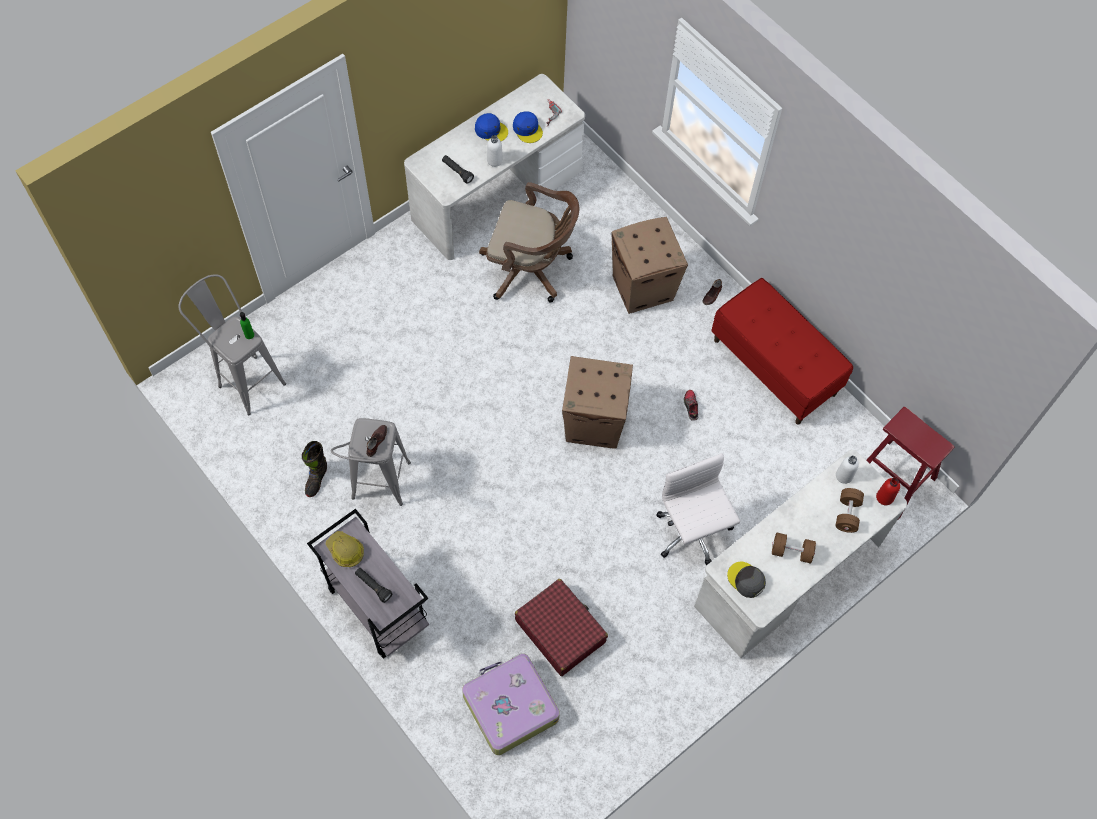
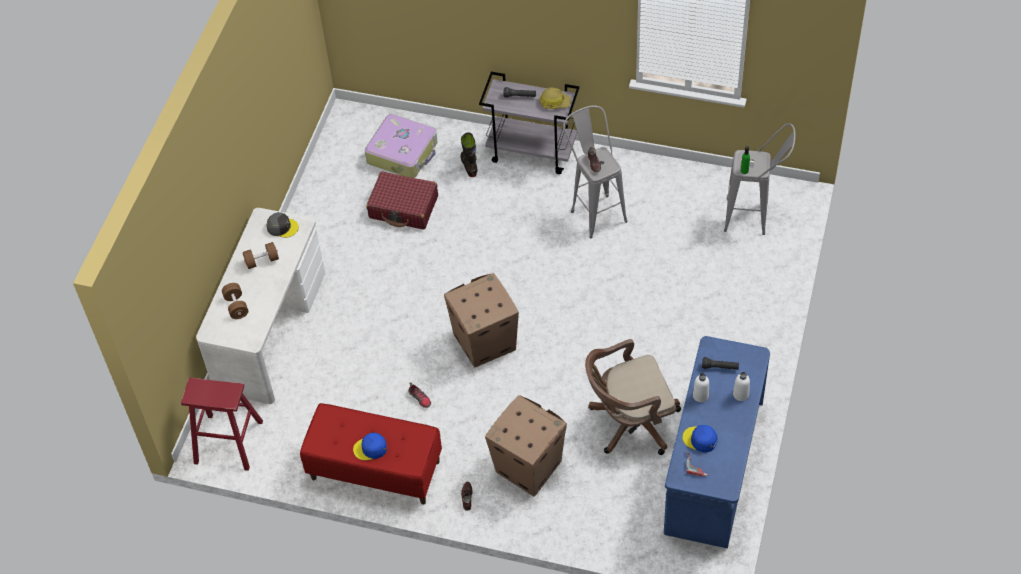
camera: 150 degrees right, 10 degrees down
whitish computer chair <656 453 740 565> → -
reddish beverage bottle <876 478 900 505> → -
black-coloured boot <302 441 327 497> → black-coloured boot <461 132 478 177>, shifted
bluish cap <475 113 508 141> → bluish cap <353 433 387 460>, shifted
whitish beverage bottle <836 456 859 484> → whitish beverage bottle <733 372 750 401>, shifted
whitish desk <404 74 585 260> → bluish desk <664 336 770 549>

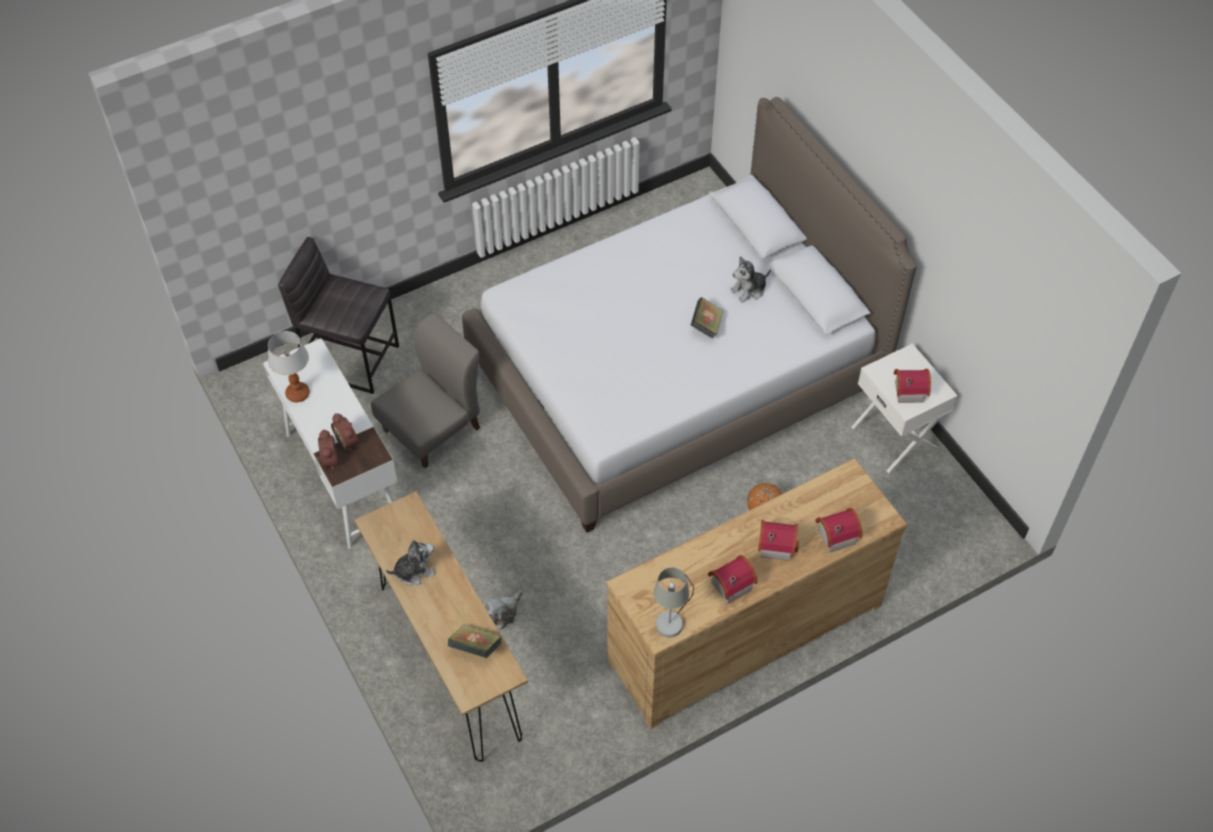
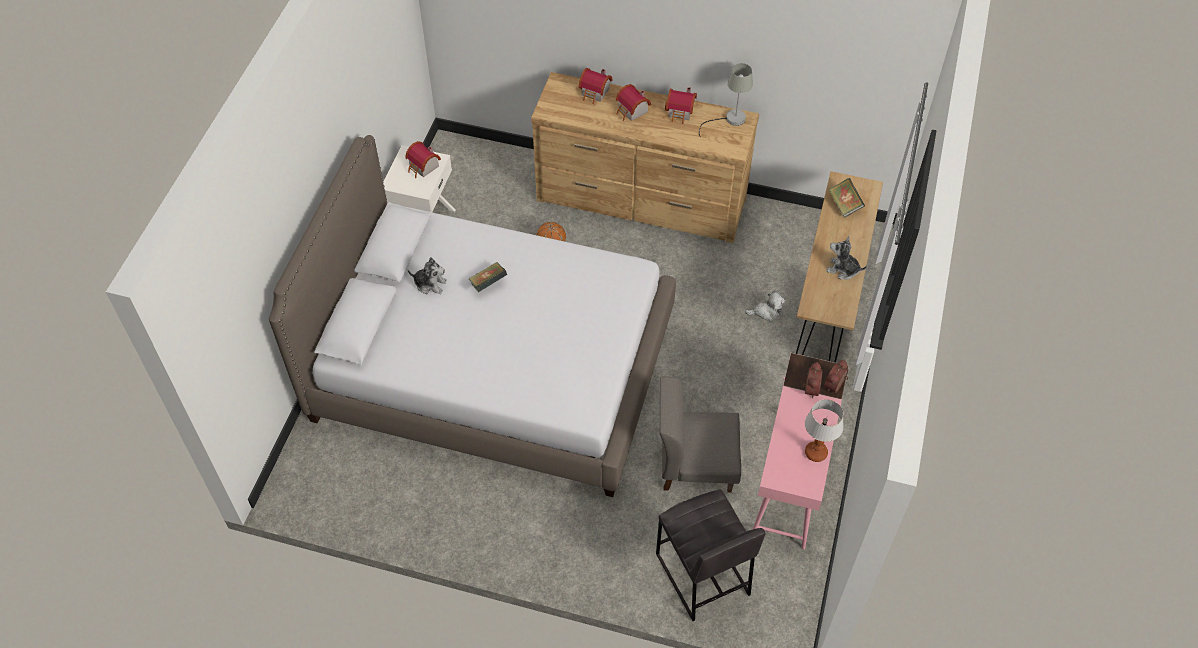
camera: 135 degrees left, 0 degrees up
whitish desk <263 338 398 549> → pink-coloured desk <752 353 849 549>

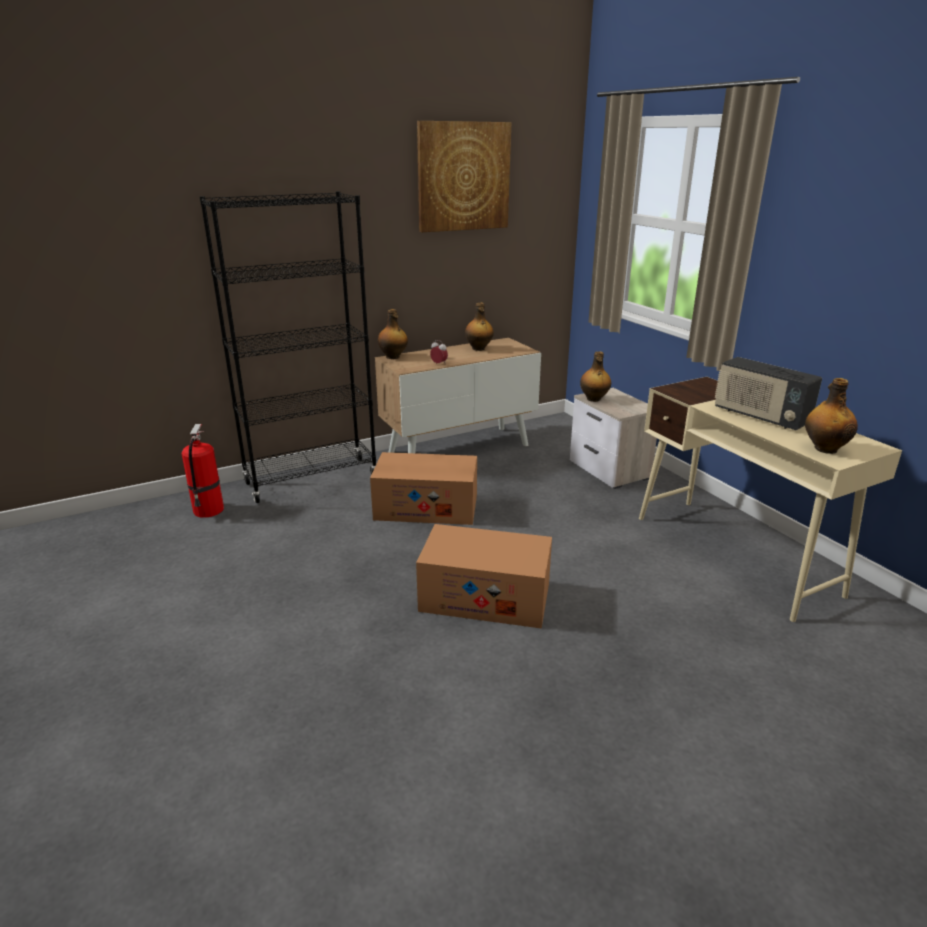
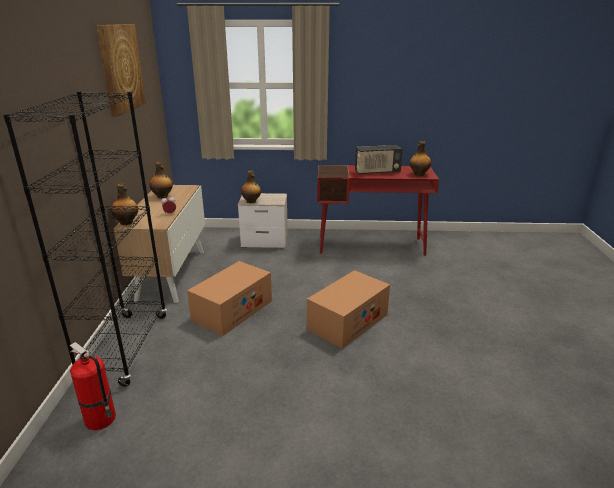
camera: 60 degrees left, 0 degrees up
sand-coloured desk <639 377 902 622> → reddish desk <317 165 439 256>

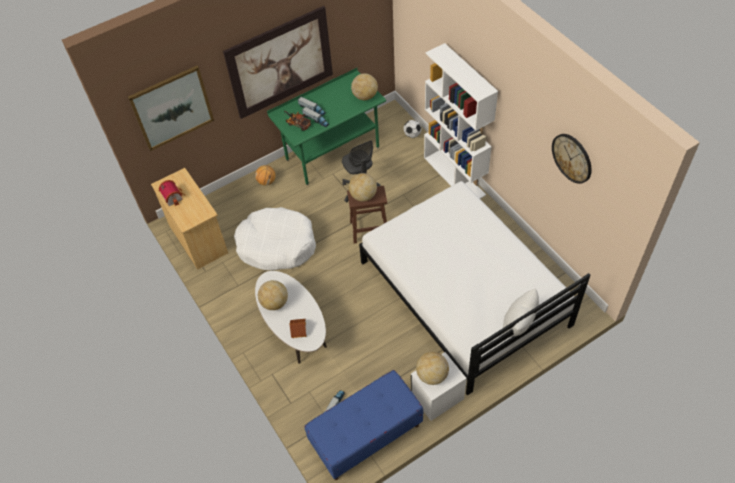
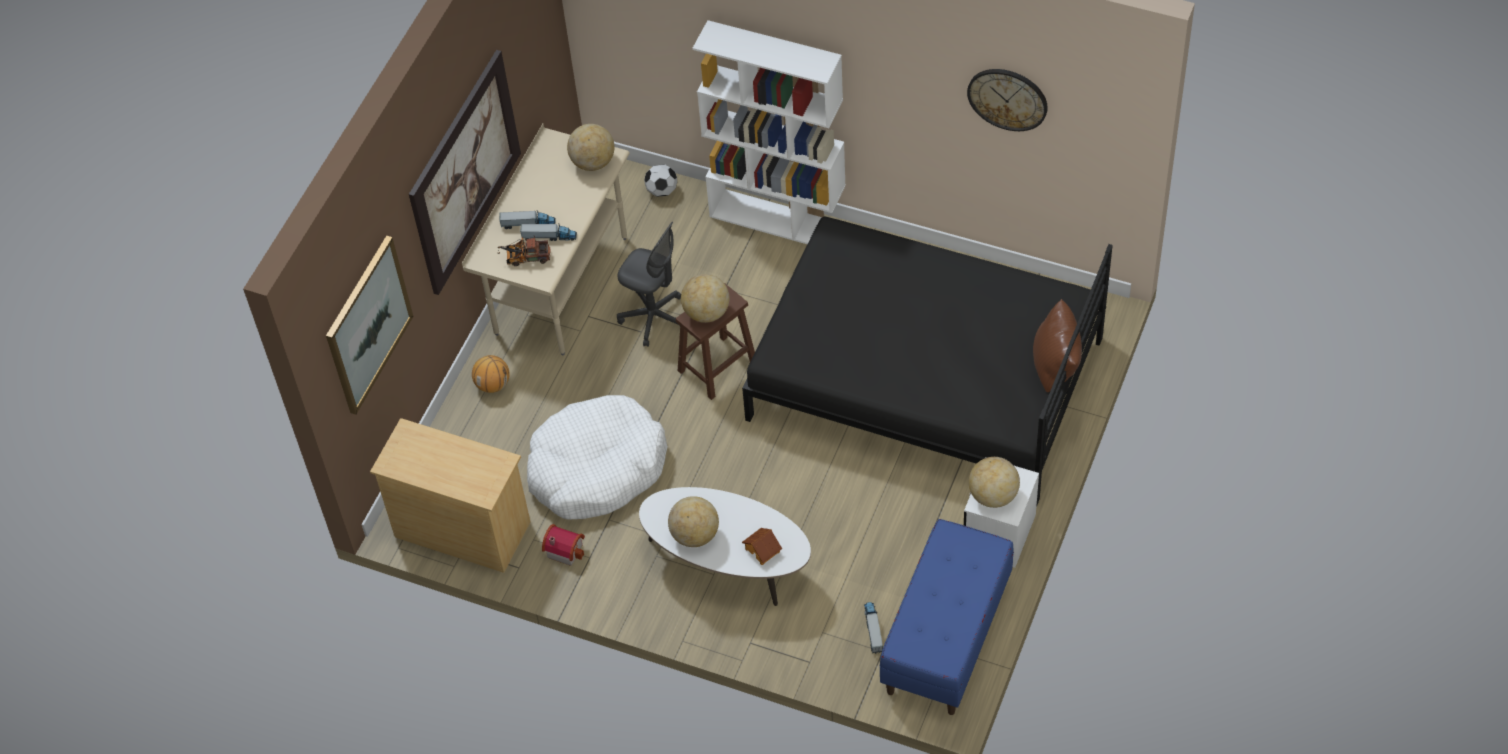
camera: 35 degrees left, 0 degrees up
miniature house <159 180 185 206> → miniature house <542 524 585 566>, shifted
greenish desk <267 68 386 185> → sand-coloured desk <462 124 630 355>
whitish sleeping bed <359 181 590 395> → black-coloured sleeping bed <742 217 1113 507>
whitish pillow <503 288 539 337> → brownish pillow <1033 299 1082 392>

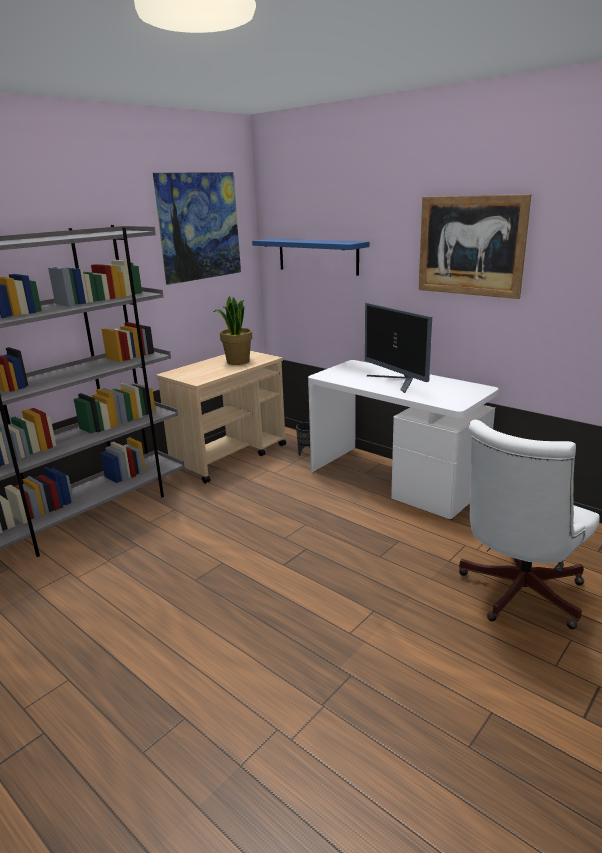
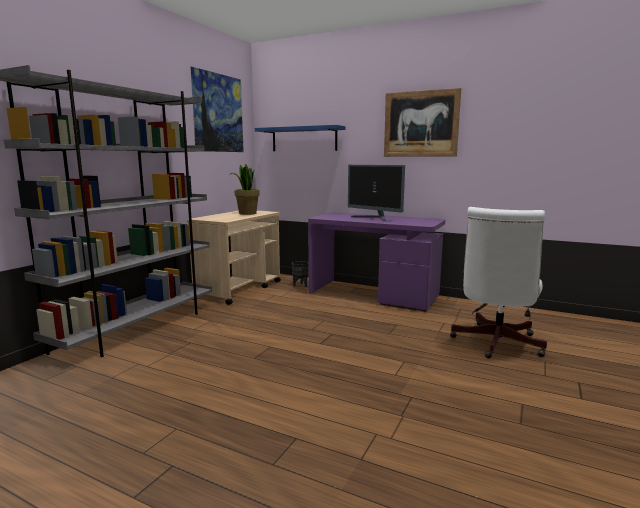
camera: 15 degrees left, 10 degrees down
whitish desk <308 360 499 520> → purple desk <308 213 445 312>

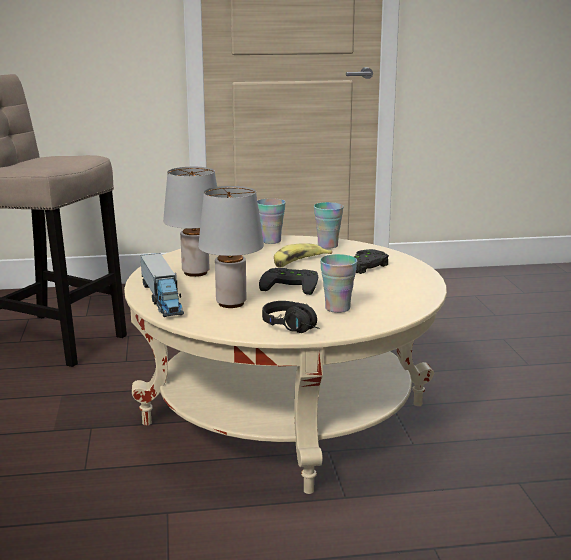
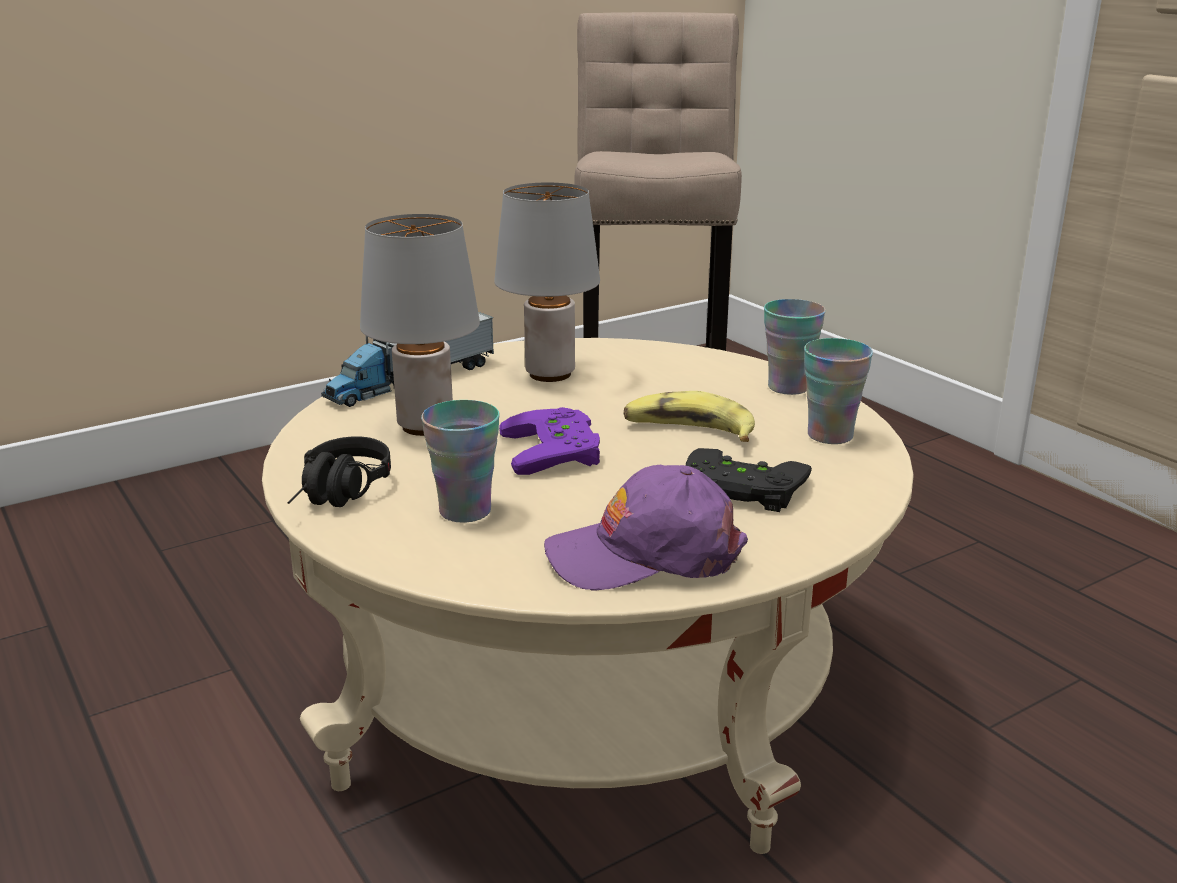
camera: 65 degrees right, 5 degrees up
- → purple cap <544 465 748 591>
black-coloured game controller <259 268 318 295> → purple game controller <499 407 600 475>

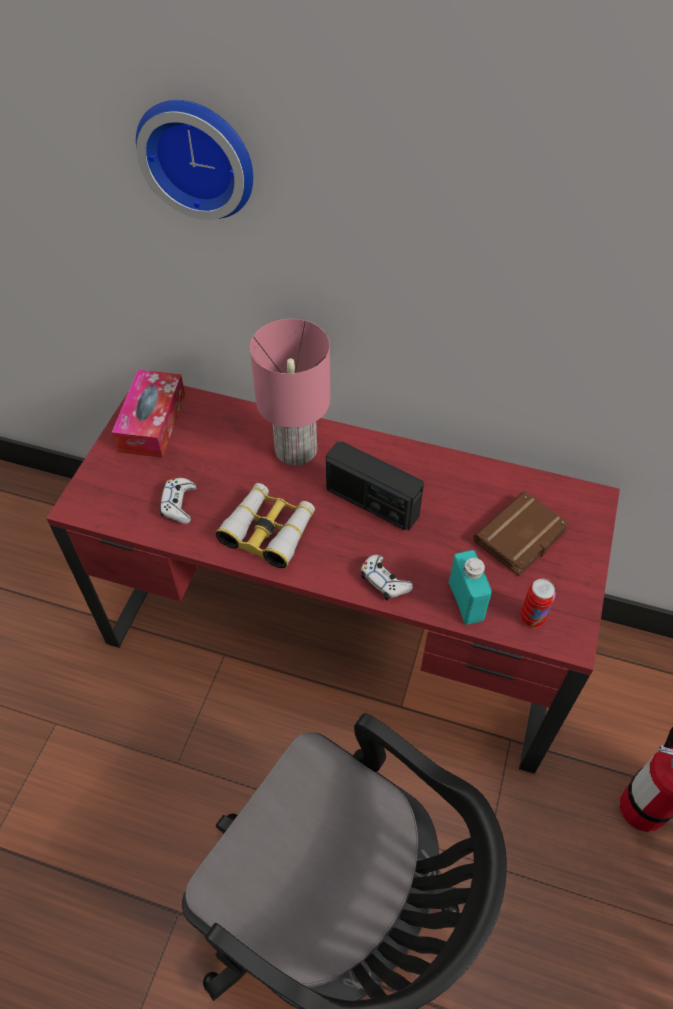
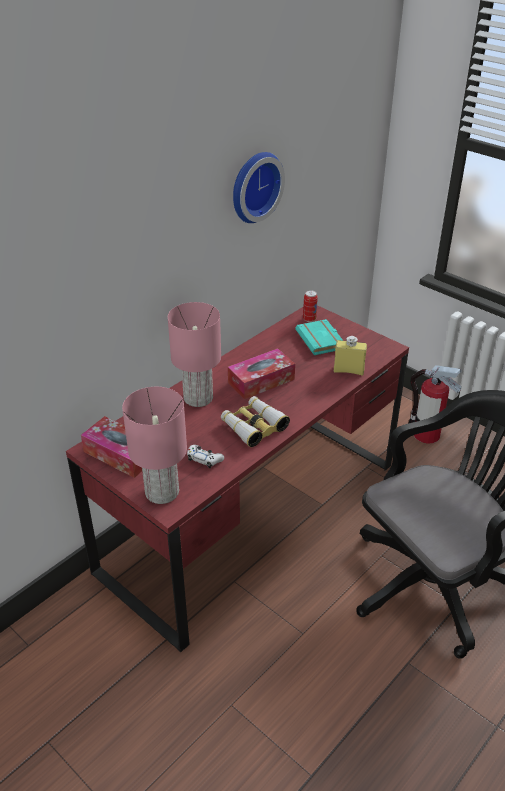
camera: 65 degrees left, 15 degrees down
whitish game controller <361 555 413 601> → -
- → pink-coloured lamp for a table <122 387 187 504>
hanging clock <136 100 253 220> → hanging clock <233 152 285 223>, shifted
can <520 579 556 628> → can <303 290 318 322>, shifted
radio <326 442 424 530> → tissue holder <228 348 295 400>
blue-green beverage bottle <449 550 492 625> → yellow-coloured beverage bottle <334 336 367 375>
brownish book <473 492 569 576> → blue-green book <295 319 343 355>

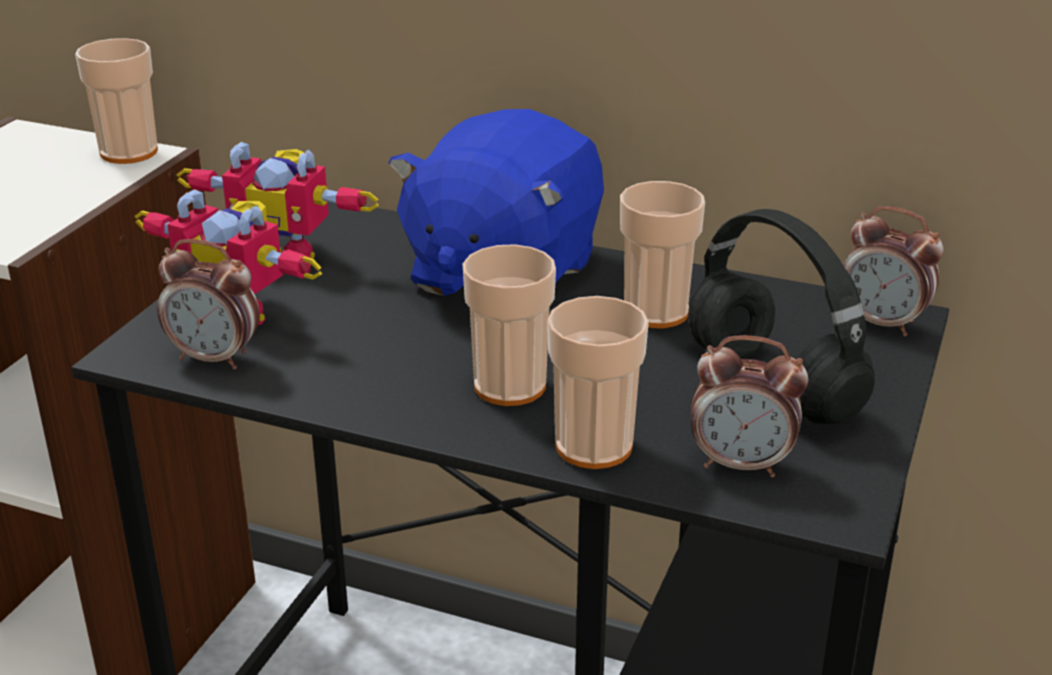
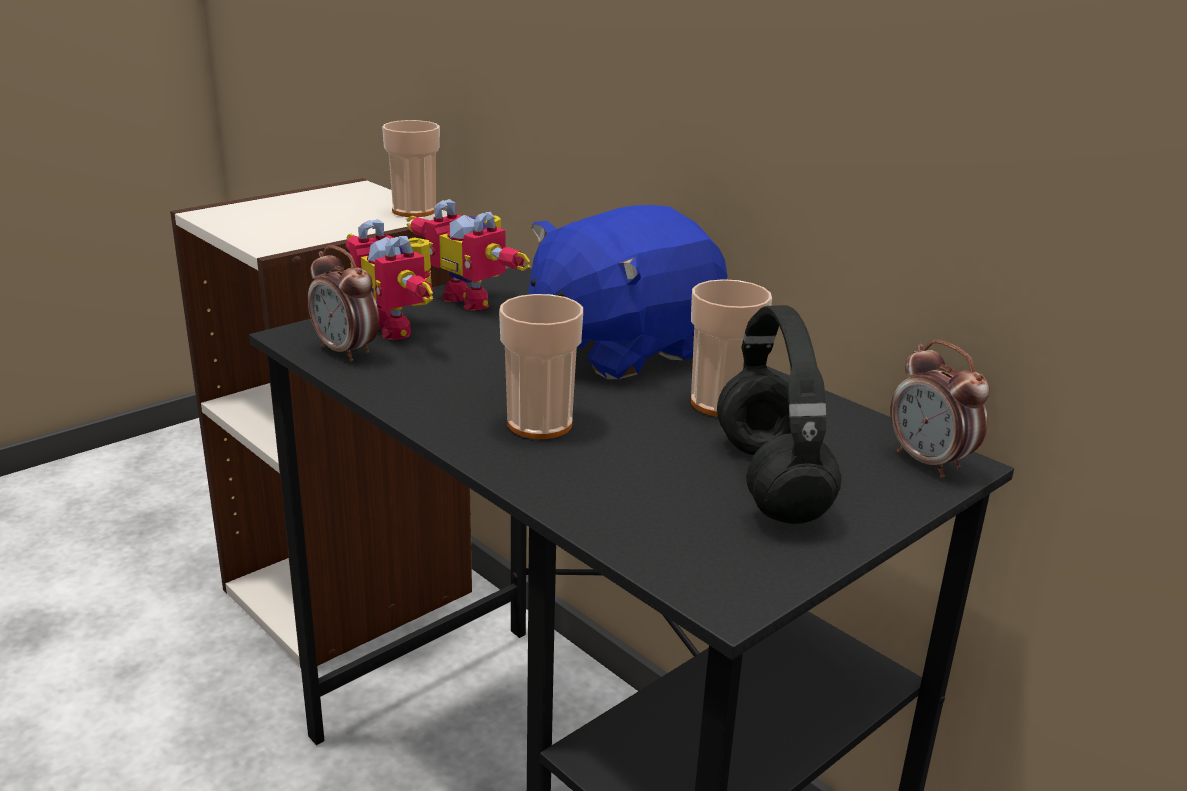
camera: 25 degrees right, 5 degrees down
cup <547 296 649 469> → -
bedside clock <691 335 808 478> → -

